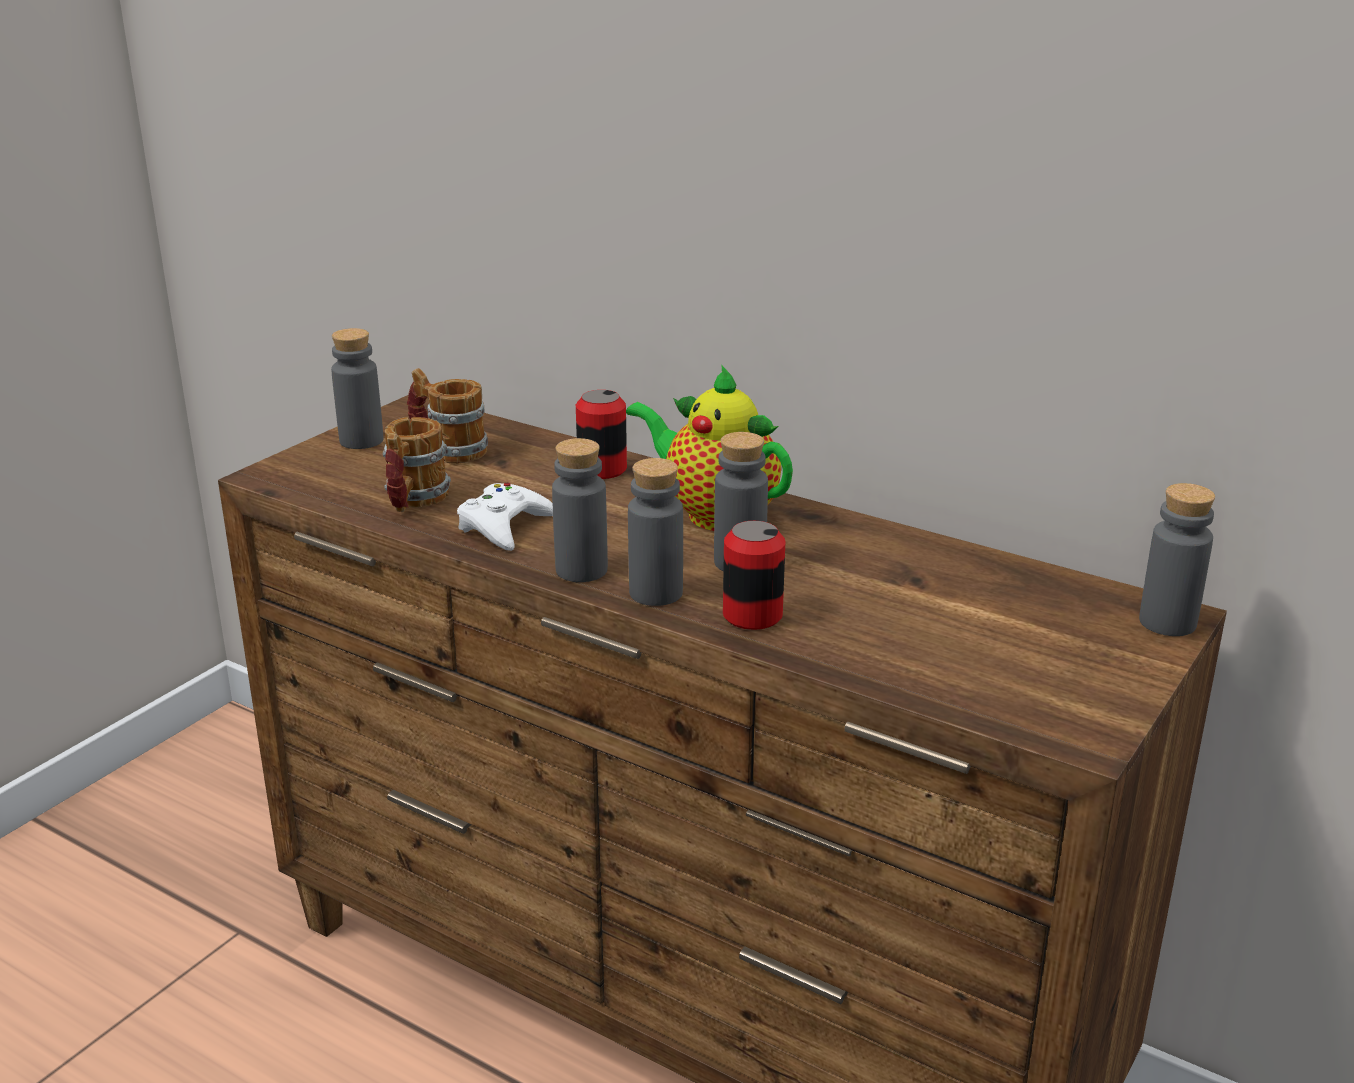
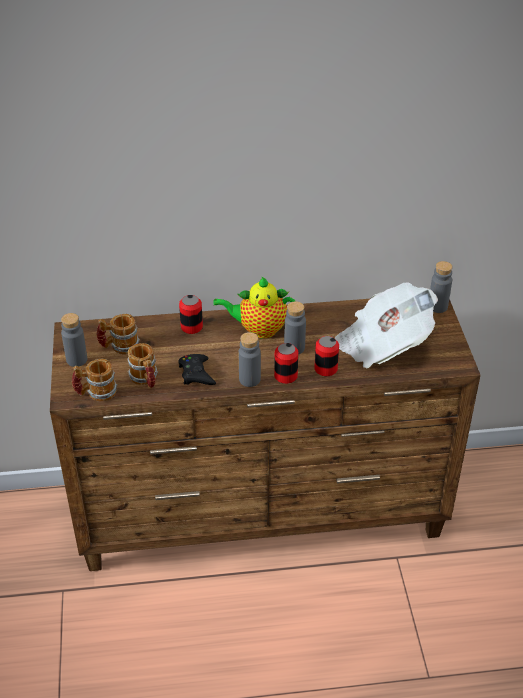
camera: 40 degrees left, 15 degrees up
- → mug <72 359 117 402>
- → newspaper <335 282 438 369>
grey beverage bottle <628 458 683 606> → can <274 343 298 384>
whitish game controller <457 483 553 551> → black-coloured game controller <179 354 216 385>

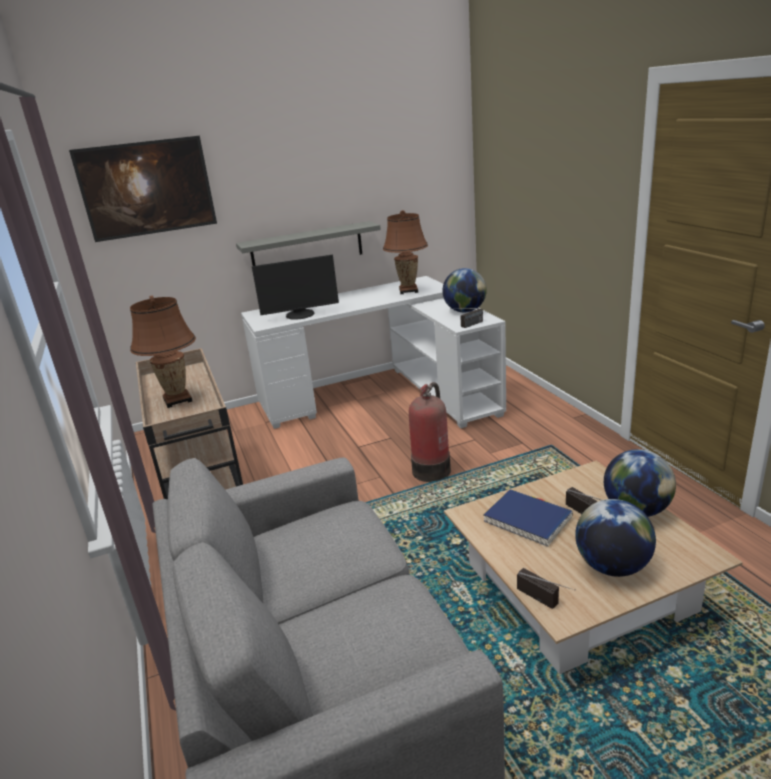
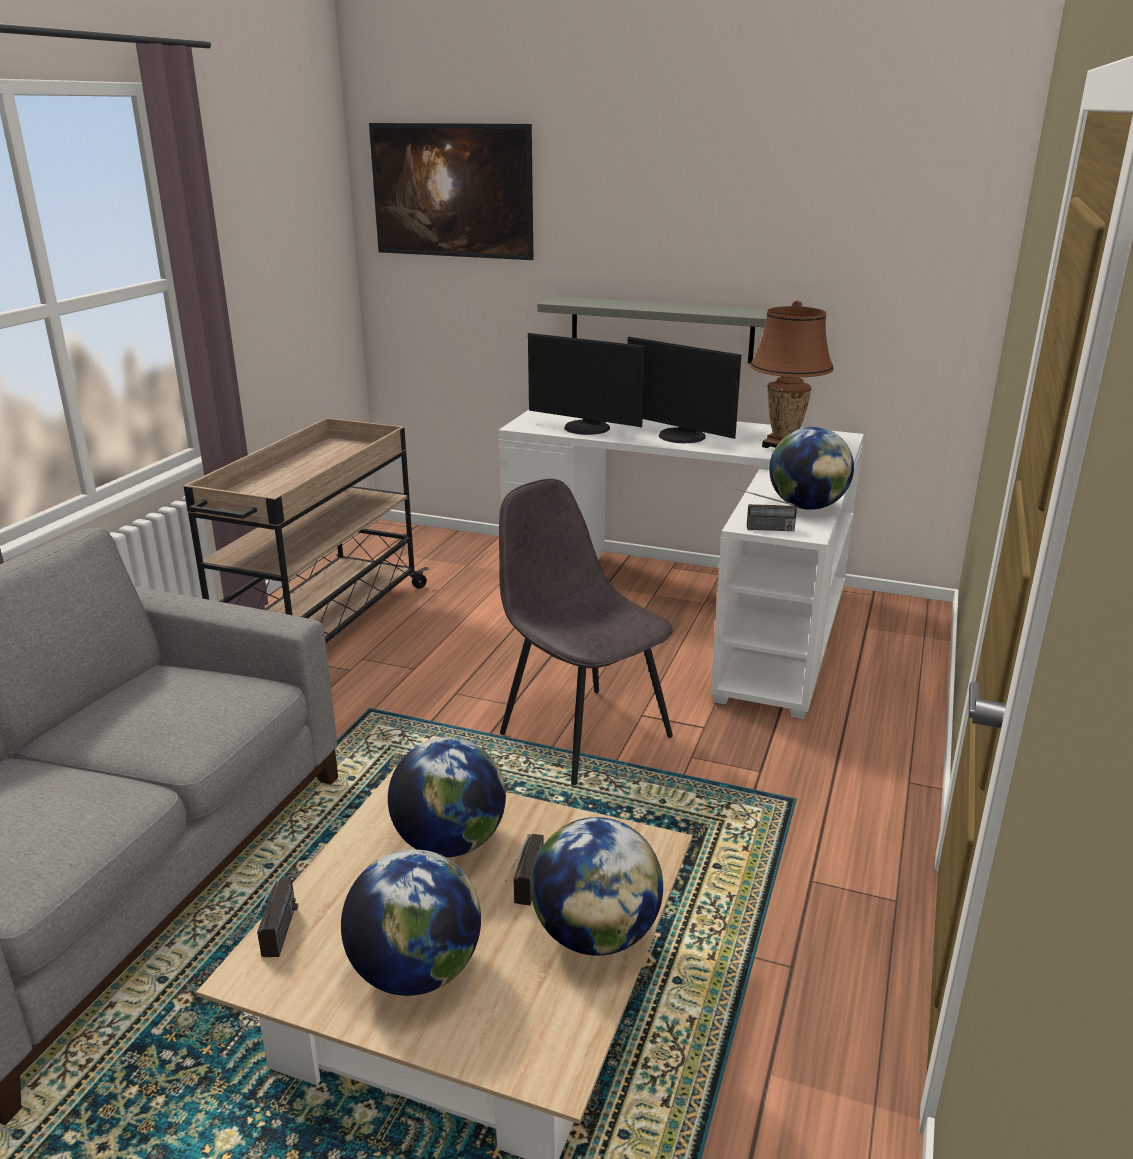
camera: 40 degrees right, 0 degrees up
brownish lamp for a table <130 296 196 408> → -
- → computer screen <628 337 741 443>
fire-fighting cylinder <409 382 451 482> → grey plain chair <499 479 673 785>
bluish book <483 489 573 547> → globe <388 737 506 857>

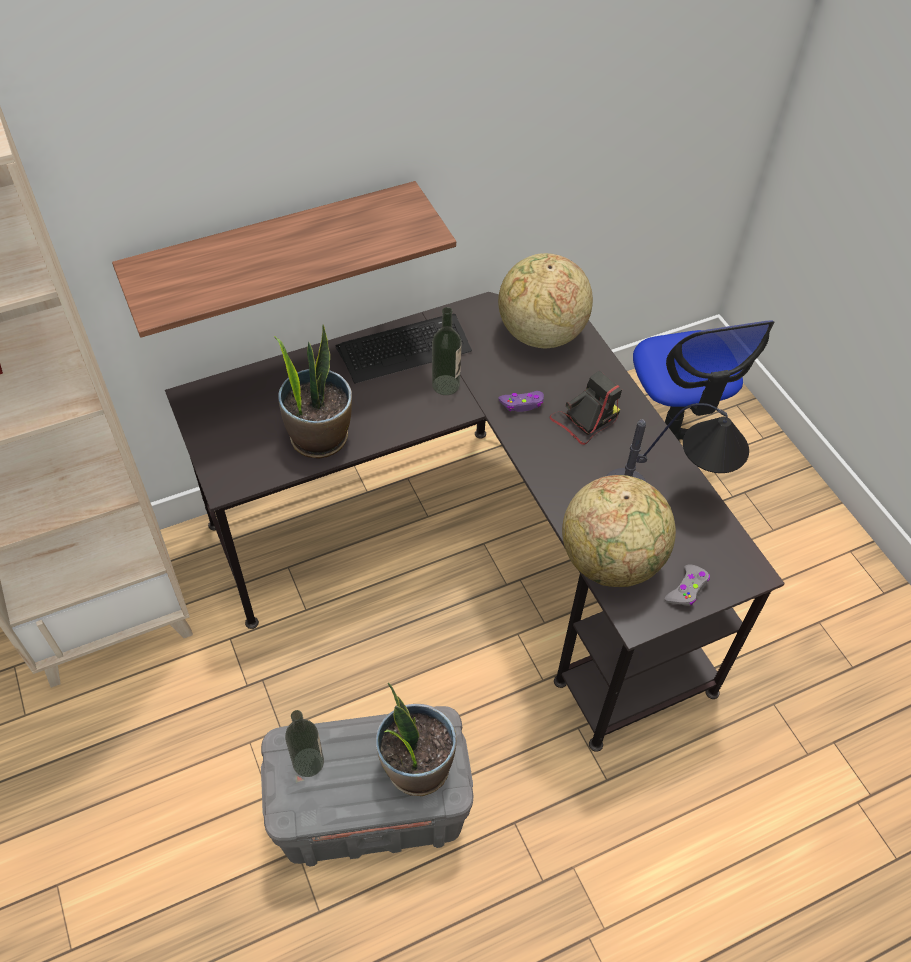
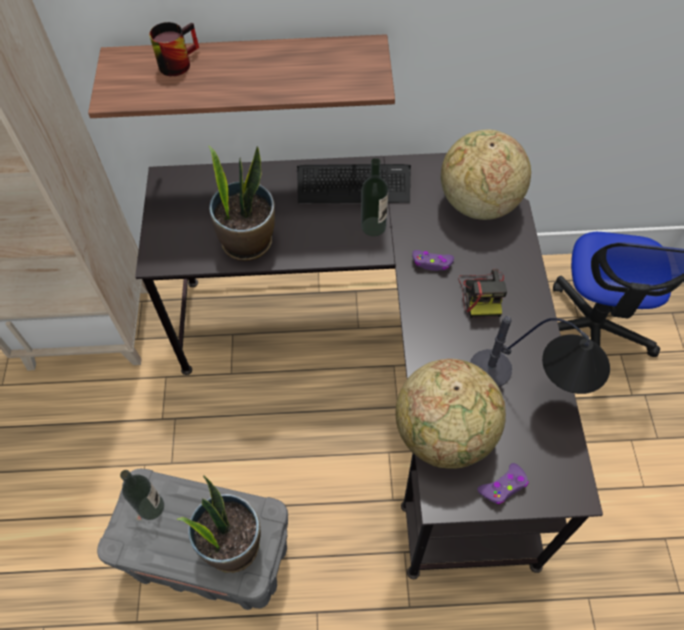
camera: 25 degrees right, 5 degrees up
- → mug <149 22 199 76>
grey game controller <665 565 710 606> → purple game controller <477 463 529 505>
still camera <549 370 622 445> → still camera <458 269 507 318>, 105 degrees clockwise

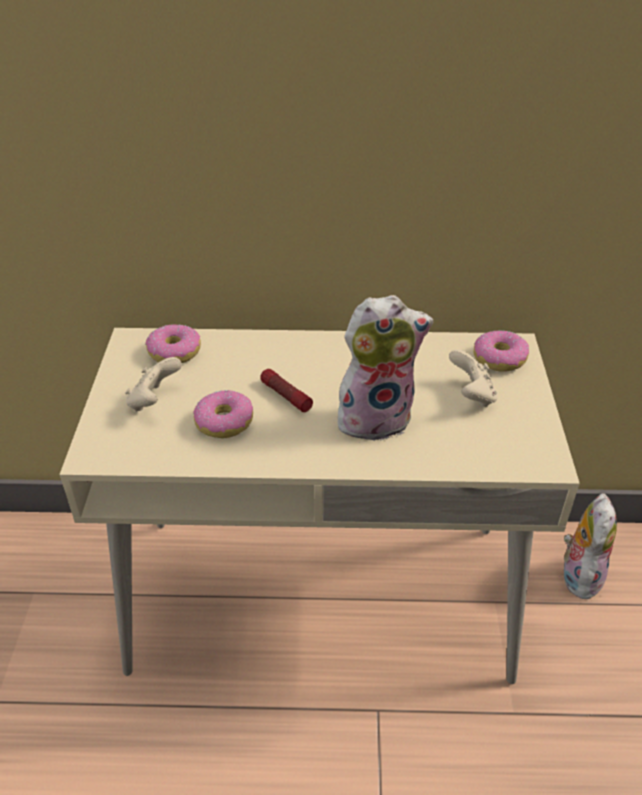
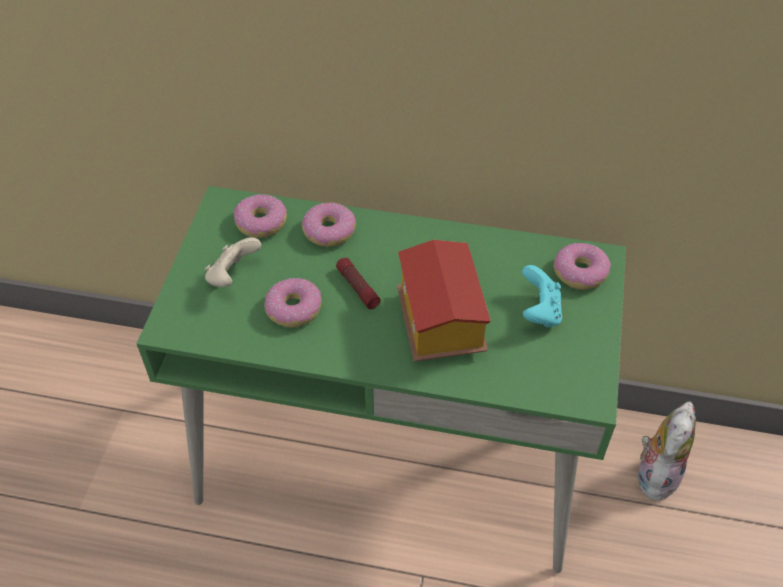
camera: 10 degrees right, 10 degrees up
- → doughnut <301 202 356 247>
soft toy <338 295 434 443> → miniature house <397 240 491 361>
sand-coloured desk <59 328 580 684> → greenish desk <136 186 626 573>
sand-coloured game controller <449 349 497 407> → blue-green game controller <522 265 562 328>

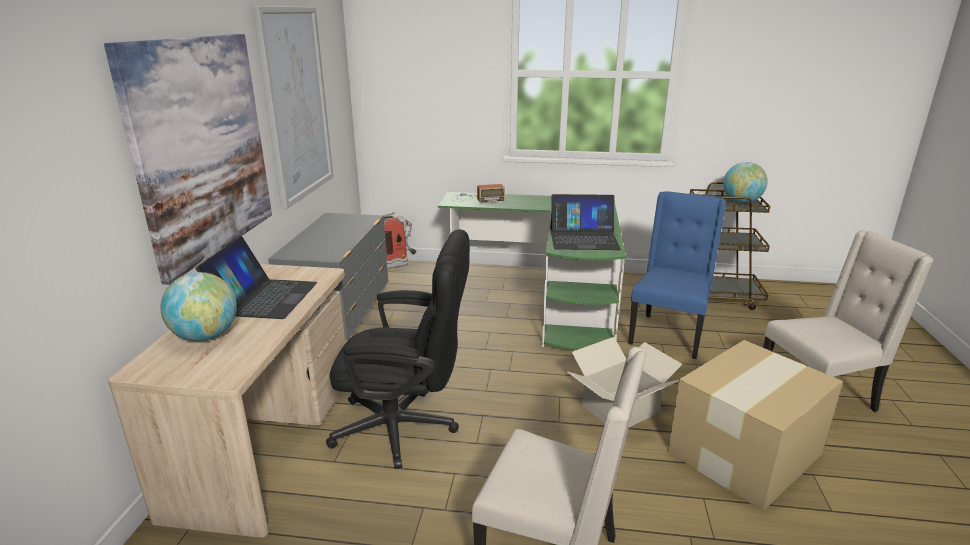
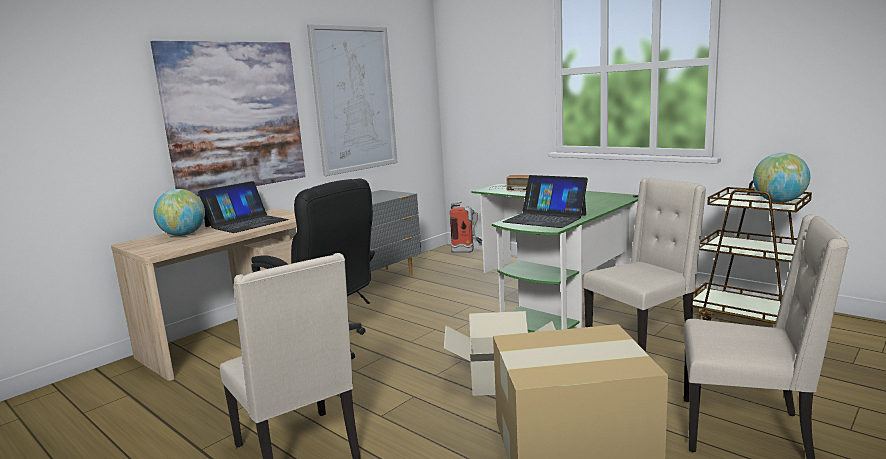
camera: 35 degrees right, 10 degrees down
bluish plain chair <628 191 726 359> → sand-coloured plain chair <583 178 706 352>

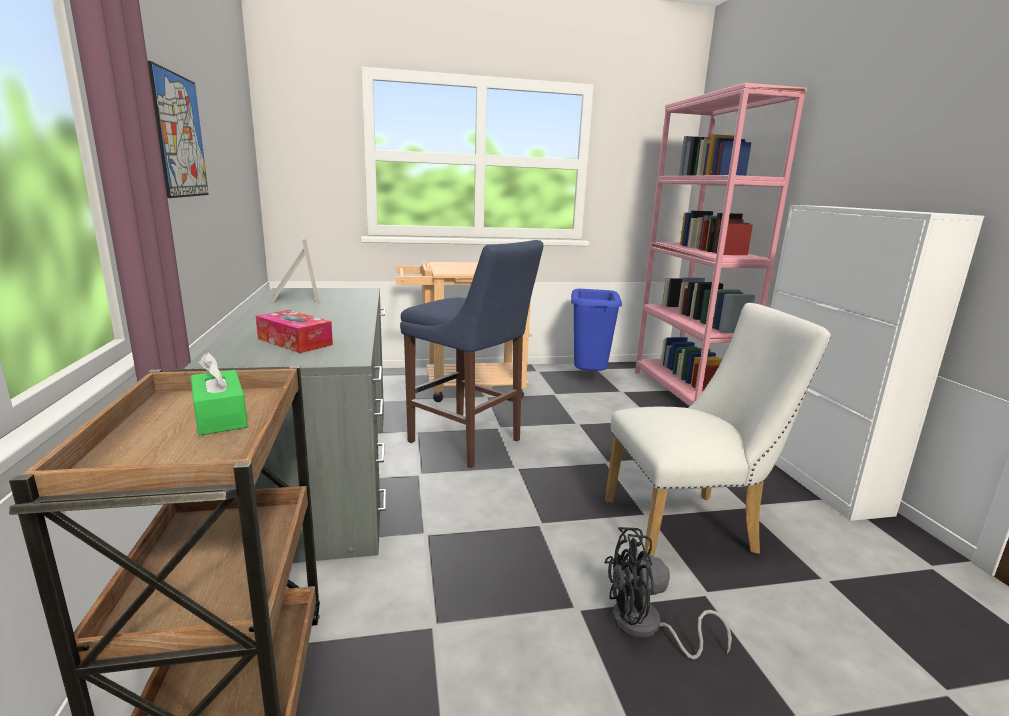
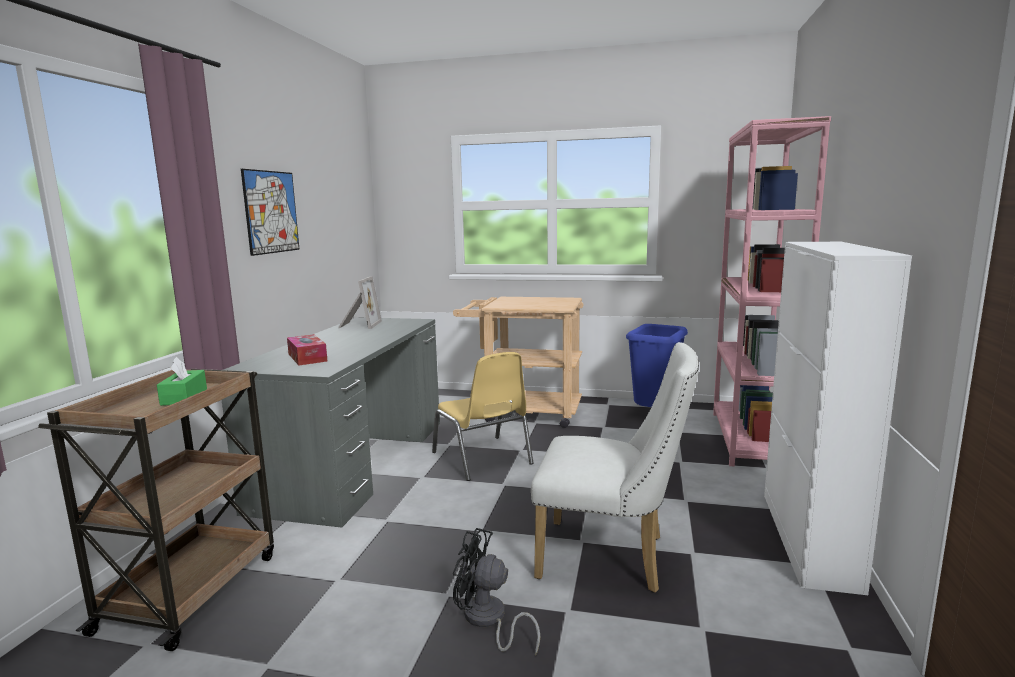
camera: 25 degrees right, 5 degrees down
bluish stool seat <400 240 544 468> → yellow-coloured plain chair <432 352 534 481>

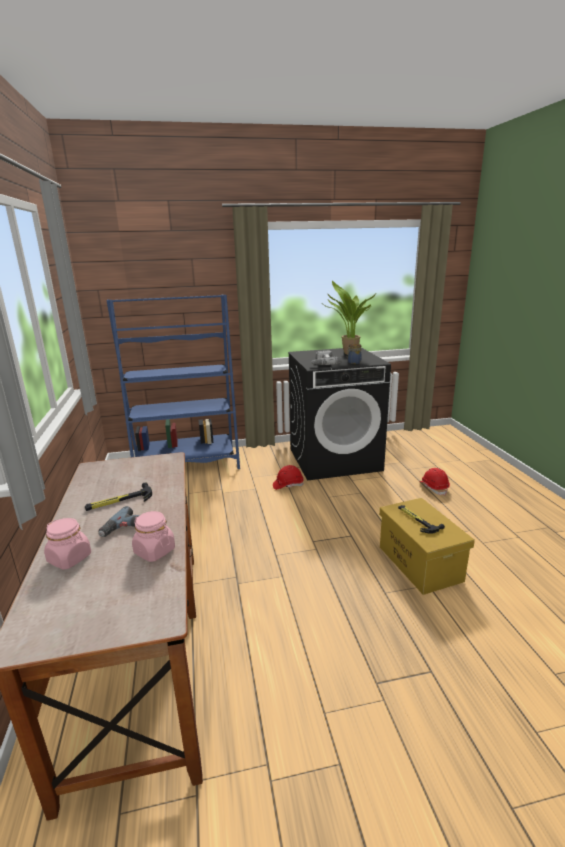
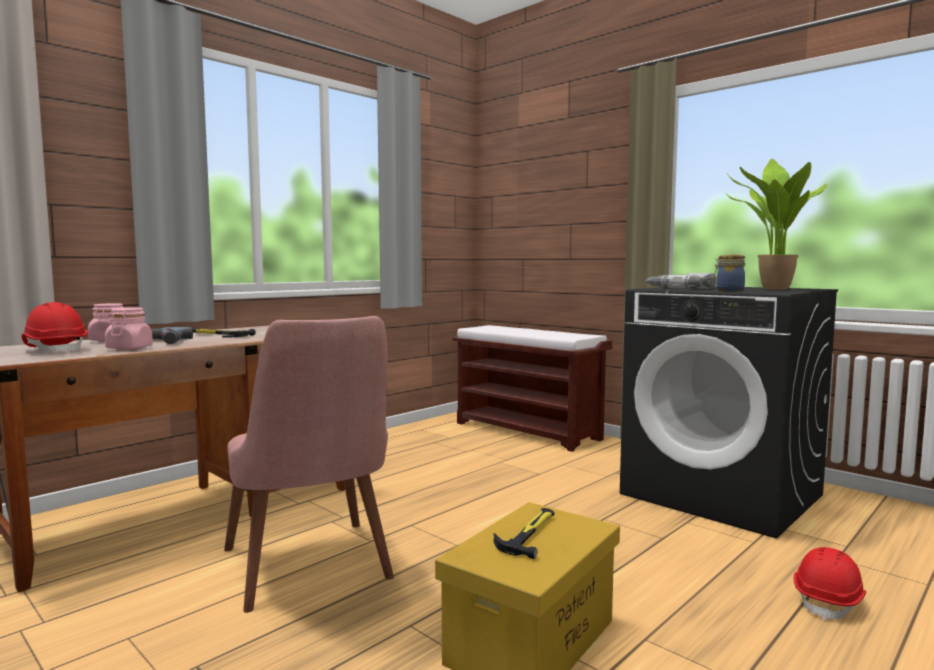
camera: 55 degrees right, 15 degrees down
- → pink-coloured plain chair <224 316 394 613>
reddish work helmet <273 465 304 490> → reddish work helmet <22 302 88 354>, shifted
bluish bookshelf <107 295 240 469> → brownish indoor bench <452 325 612 452>

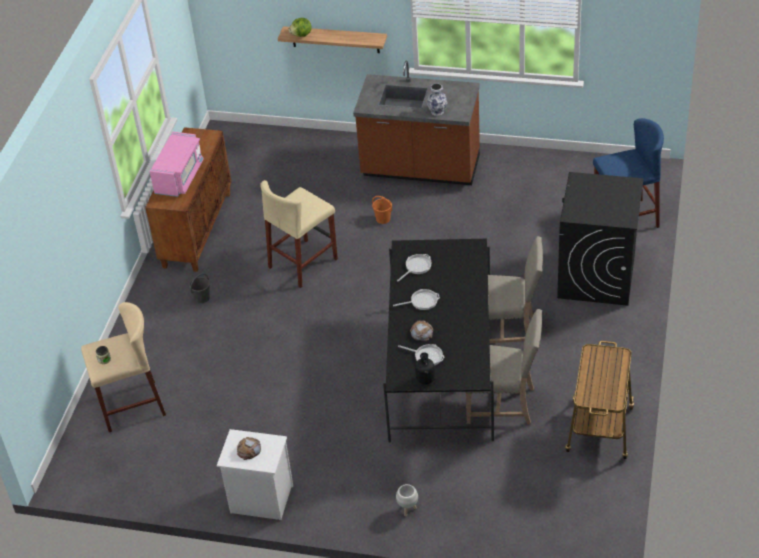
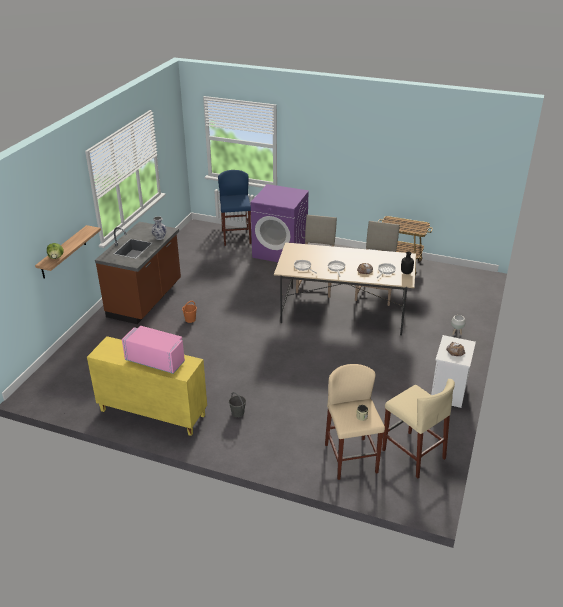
camera: 85 degrees left, 10 degrees down
sand-coloured stool seat <260 180 338 288> → sand-coloured stool seat <382 379 455 479>, shifted
brownish cabinet <145 127 232 272> → yellow-coloured cabinet <87 336 207 436>
black-coloured kitchen table <383 239 494 442> → sand-coloured kitchen table <274 242 416 336>
black-coloured laundry appliance <557 172 644 306> → purple laundry appliance <251 184 309 262>

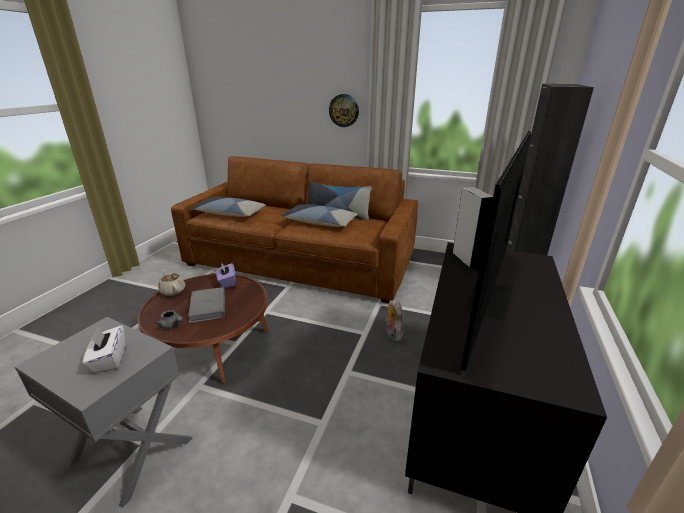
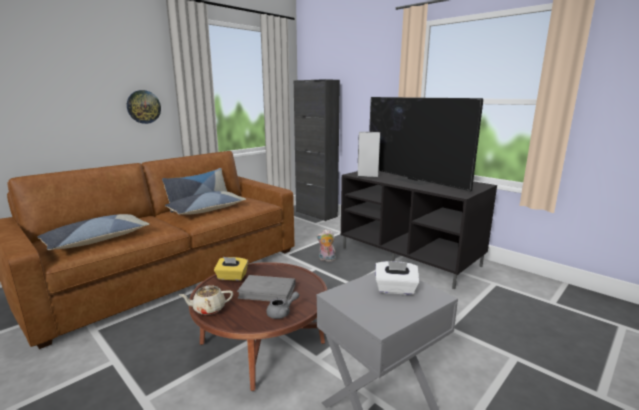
camera: 65 degrees left, 10 degrees down
purple tissue holder <216 263 236 288> → yellow-coloured tissue holder <214 257 248 281>

